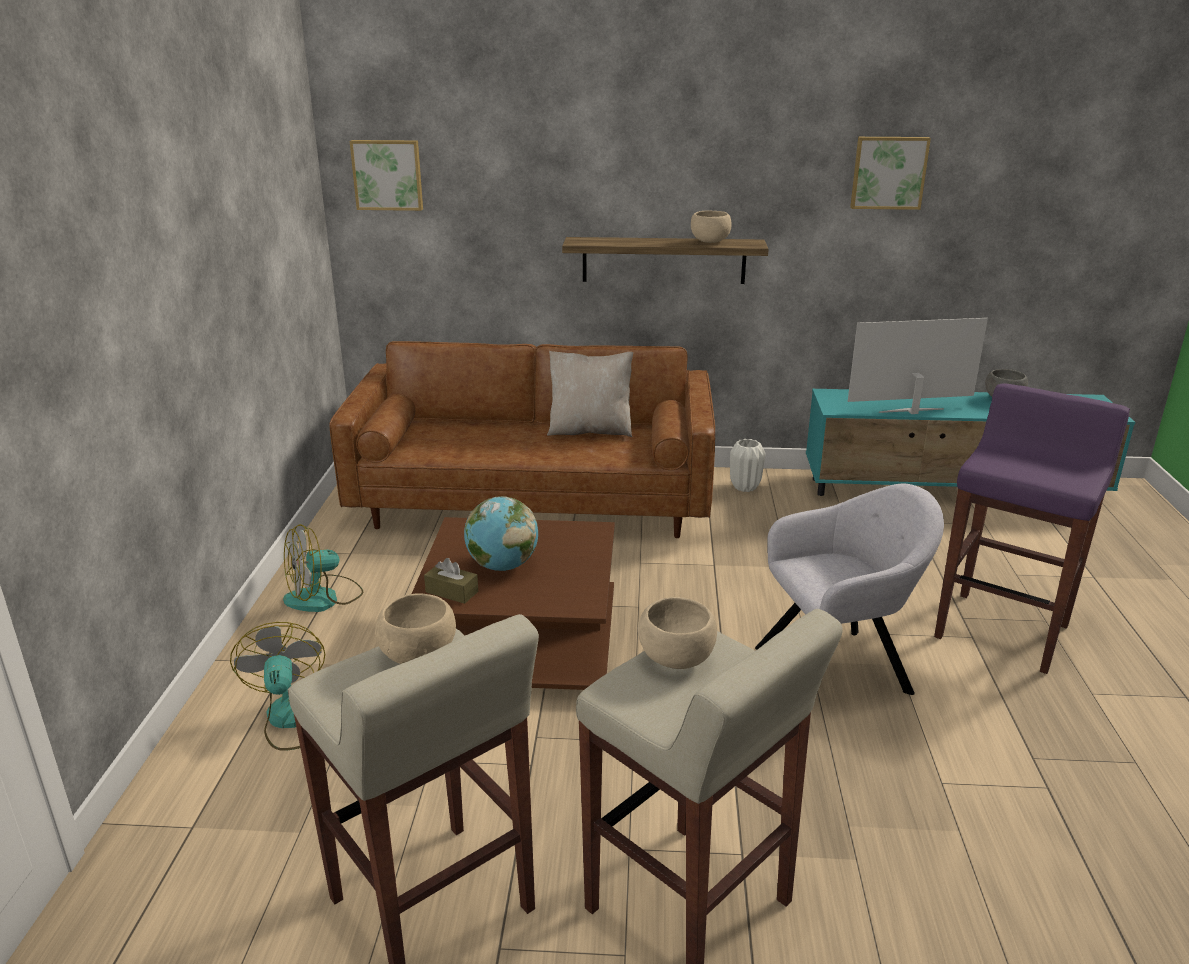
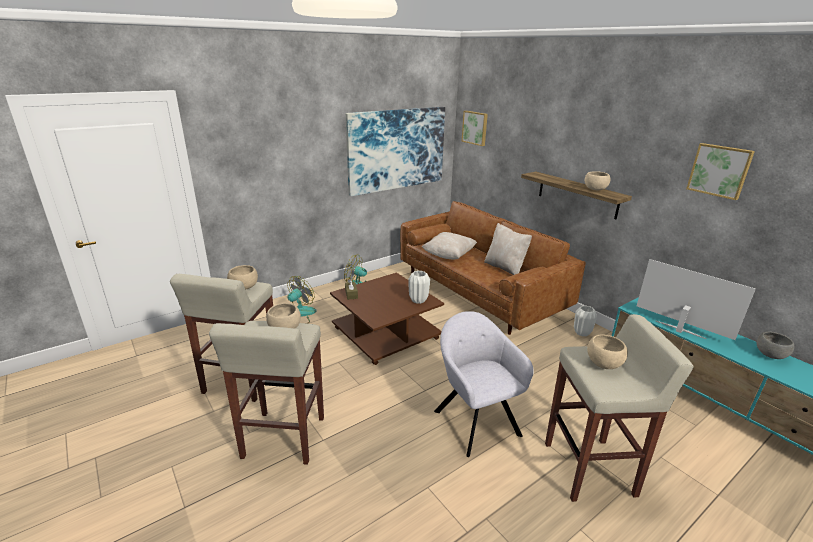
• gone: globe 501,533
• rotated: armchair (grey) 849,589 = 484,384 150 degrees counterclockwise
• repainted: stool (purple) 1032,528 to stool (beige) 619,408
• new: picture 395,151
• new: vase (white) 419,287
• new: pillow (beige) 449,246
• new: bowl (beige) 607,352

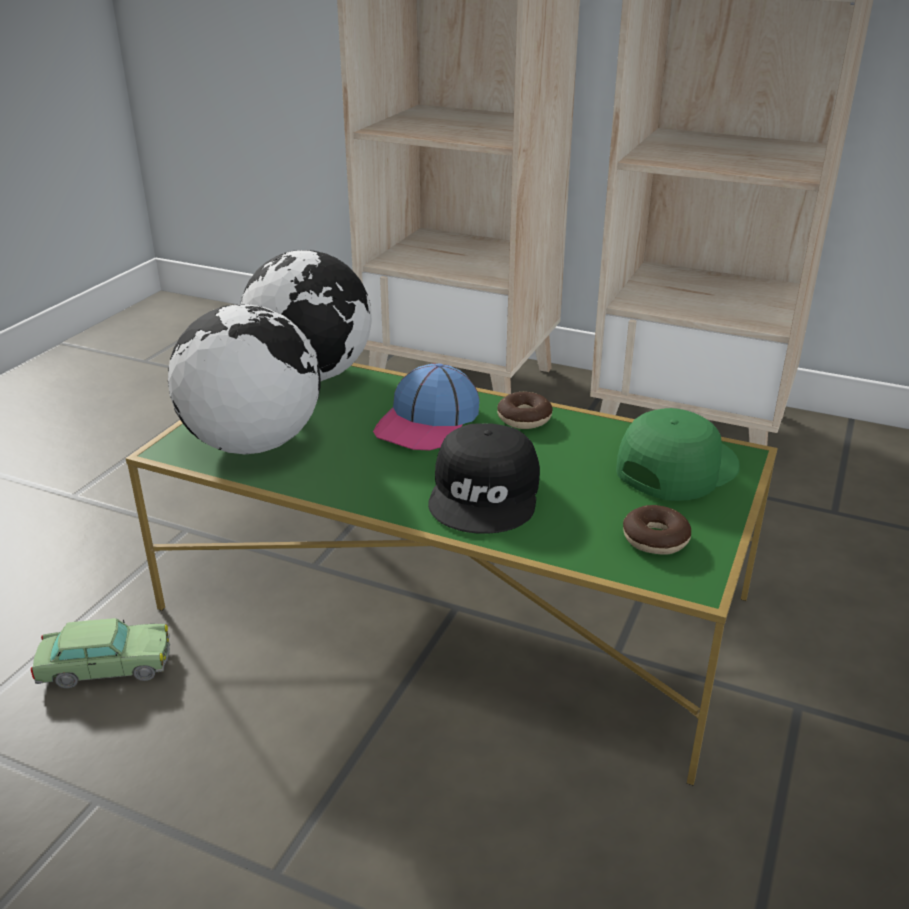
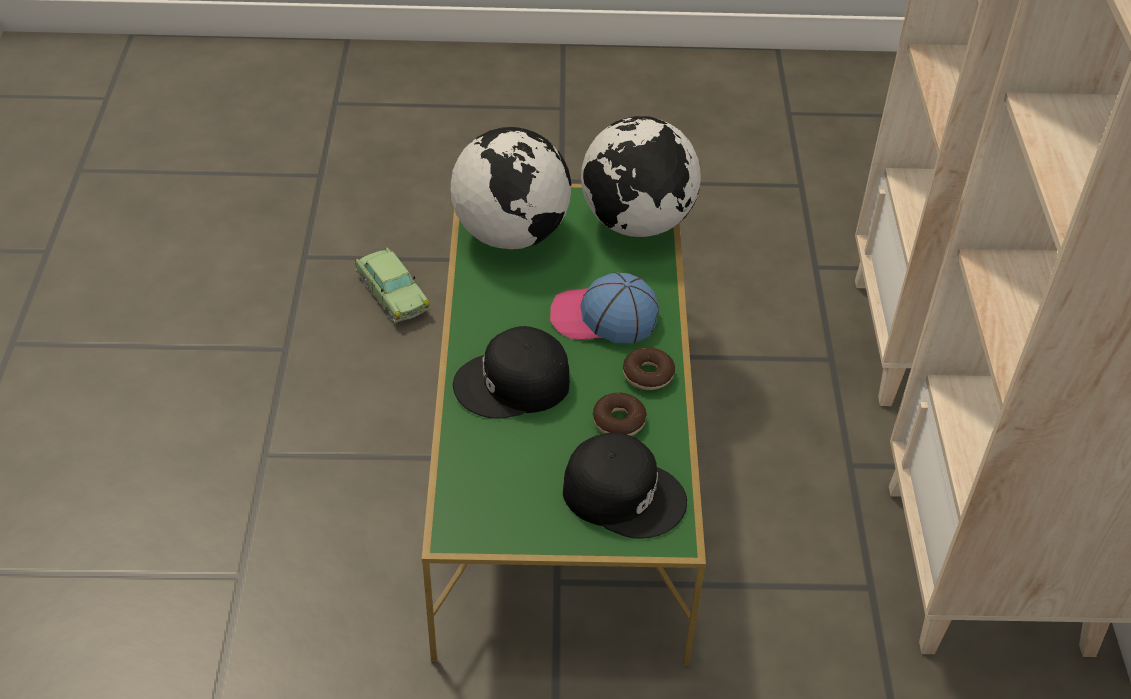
• repainted: cap (green) 678,454 to cap (black) 625,485
• shifted: donut 657,530 to 620,414

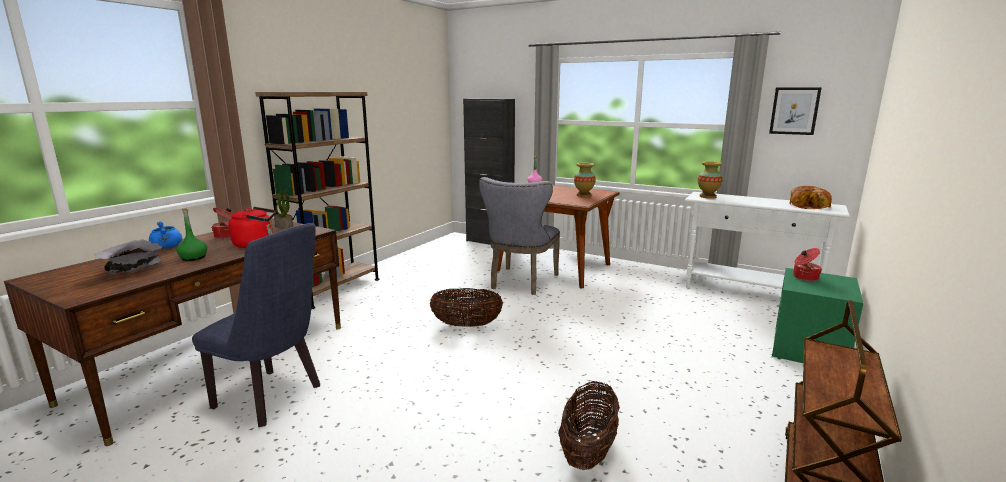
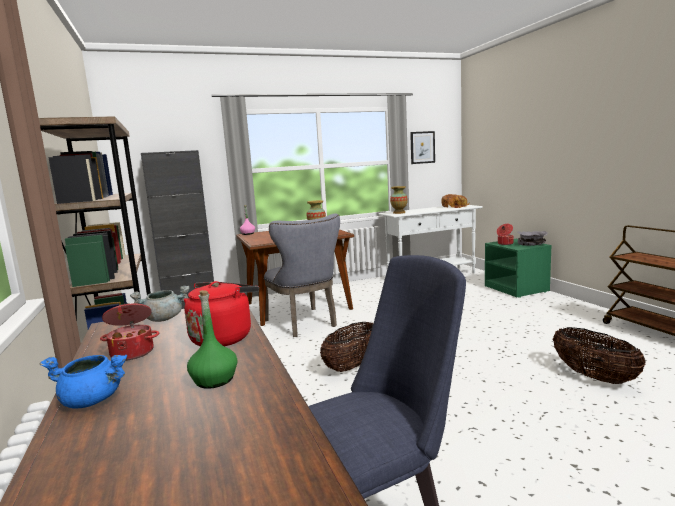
• shifted: bowl (grey) 128,256 to 532,238
• swapped: potted plant 283,207 to cooking pot (grey) 159,304

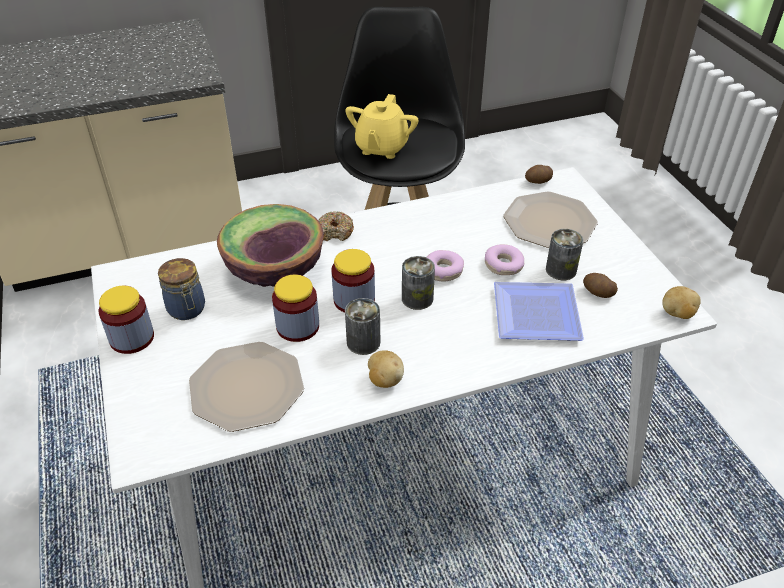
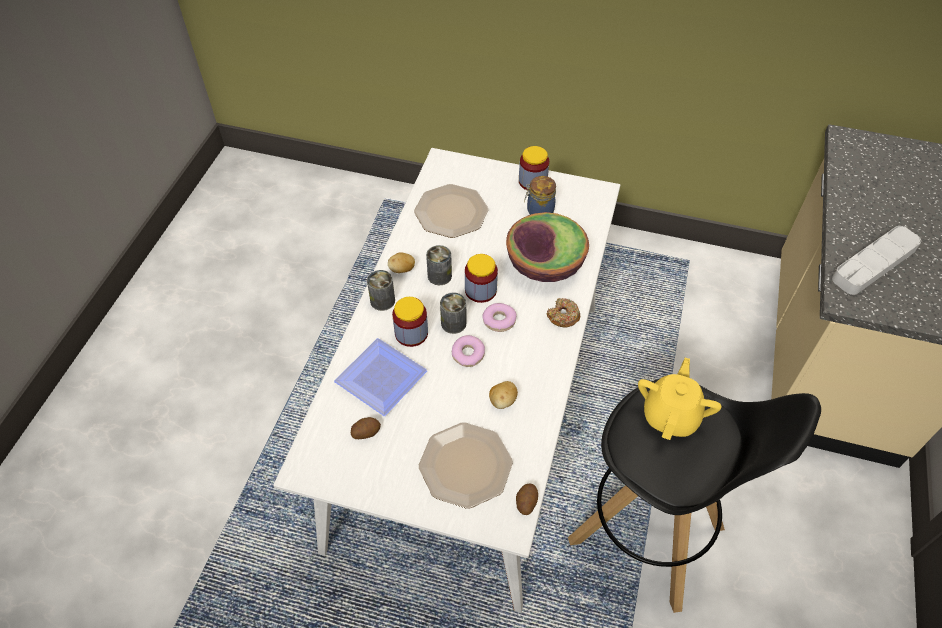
• shifted: jar 295,308 to 410,322
• rotated: teapot (yellow) 382,126 = 679,399 60 degrees clockwise
• shifted: donut 504,259 to 499,317
• shifted: can 565,254 to 381,290
• shifted: potato 681,302 to 503,395
• new: tray (grey) 876,260

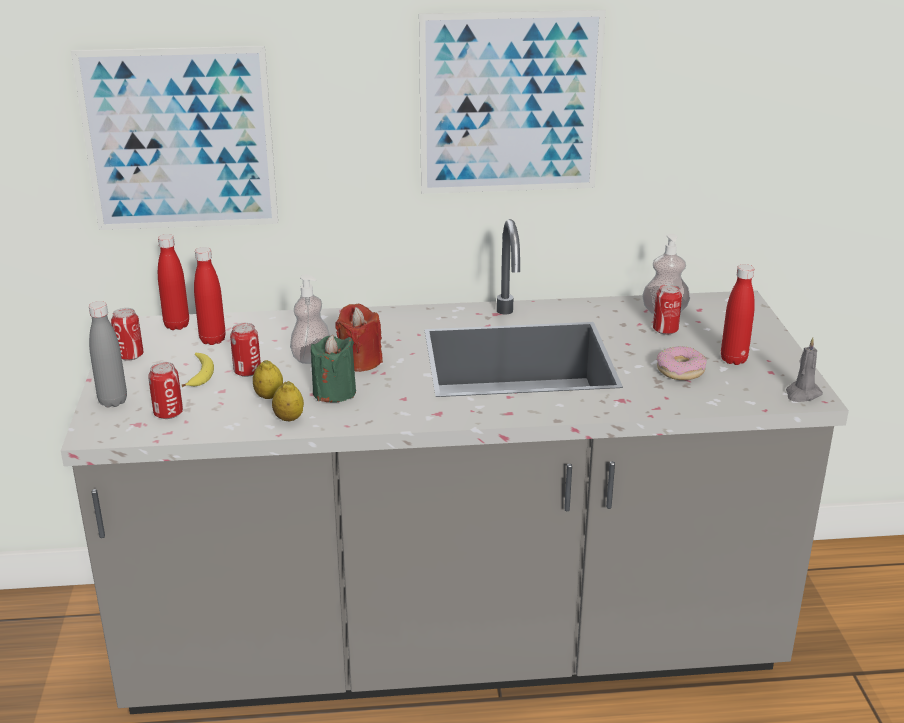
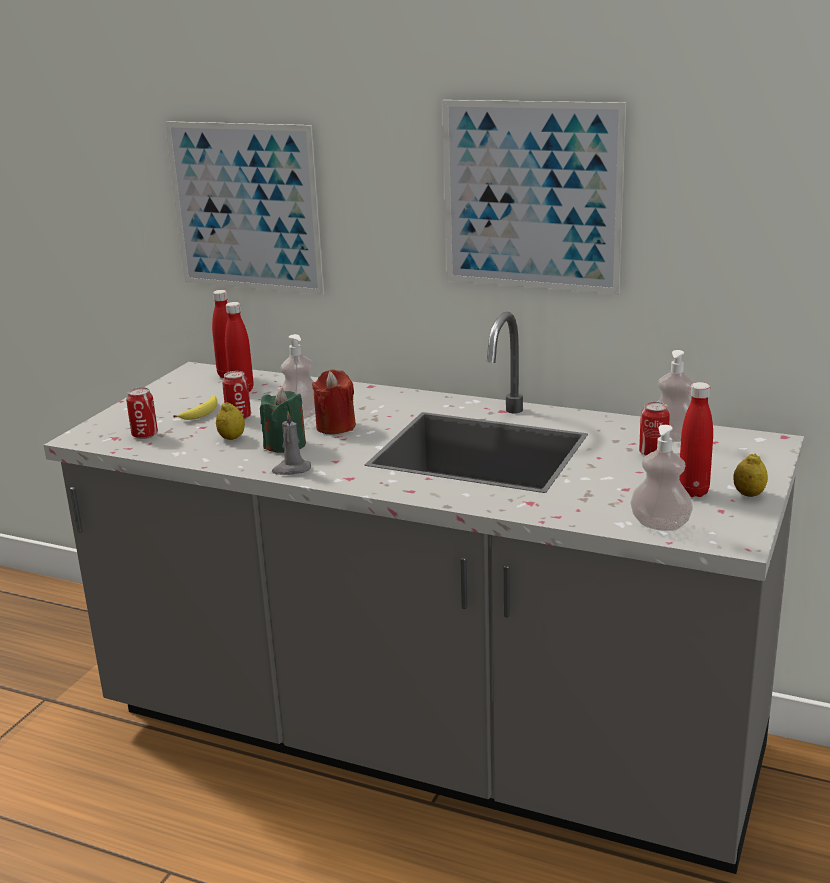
• gone: bottle (grey) 108,354
• gone: can 127,334
• shifted: lemon 288,401 to 750,475
• gone: donut 682,363
• shifted: candle (grey) 804,369 to 291,443
• new: soap dispenser 661,478

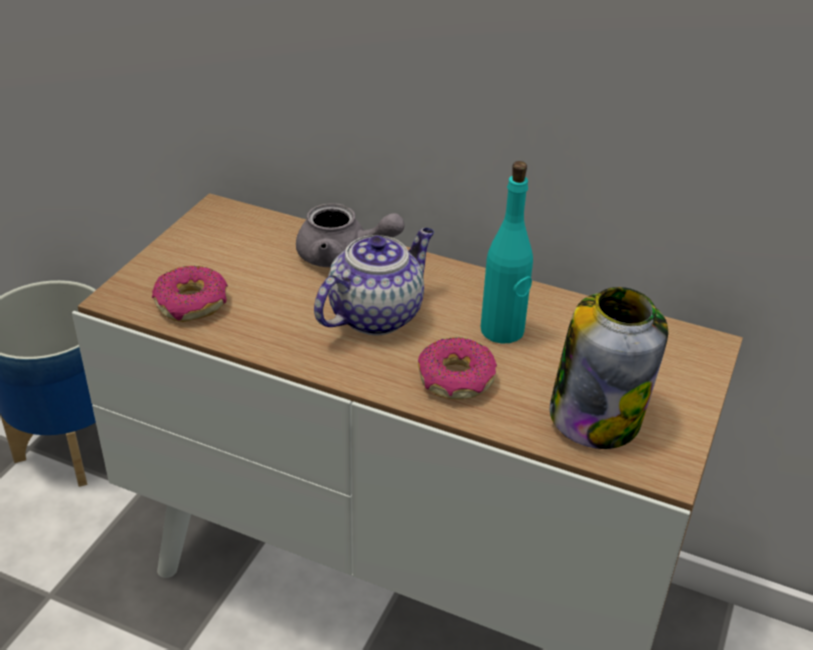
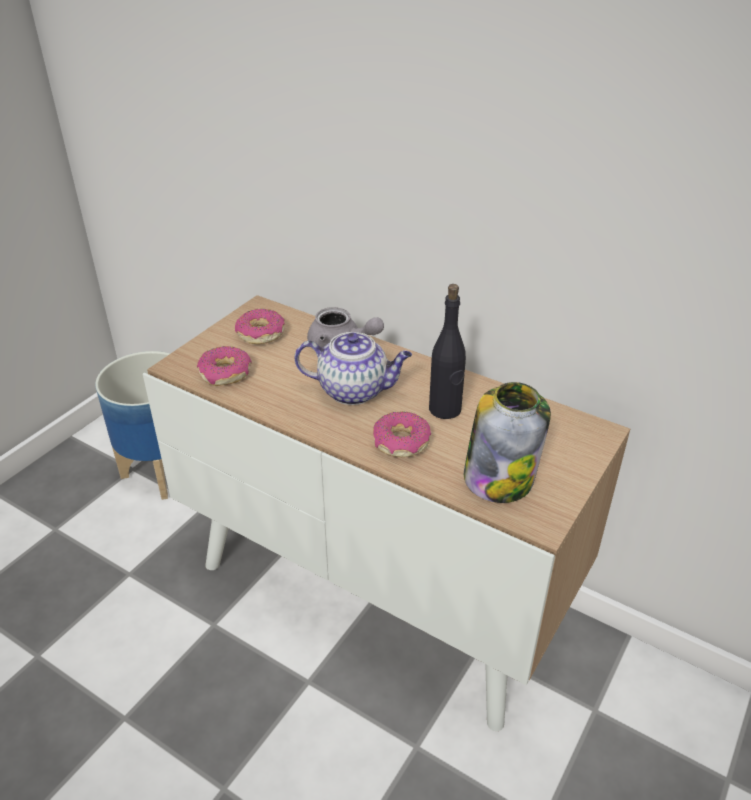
• rotated: teapot 374,282 = 353,368 45 degrees clockwise
• repainted: bottle (turquoise) 507,252 to bottle (black) 447,351
• new: donut 260,326

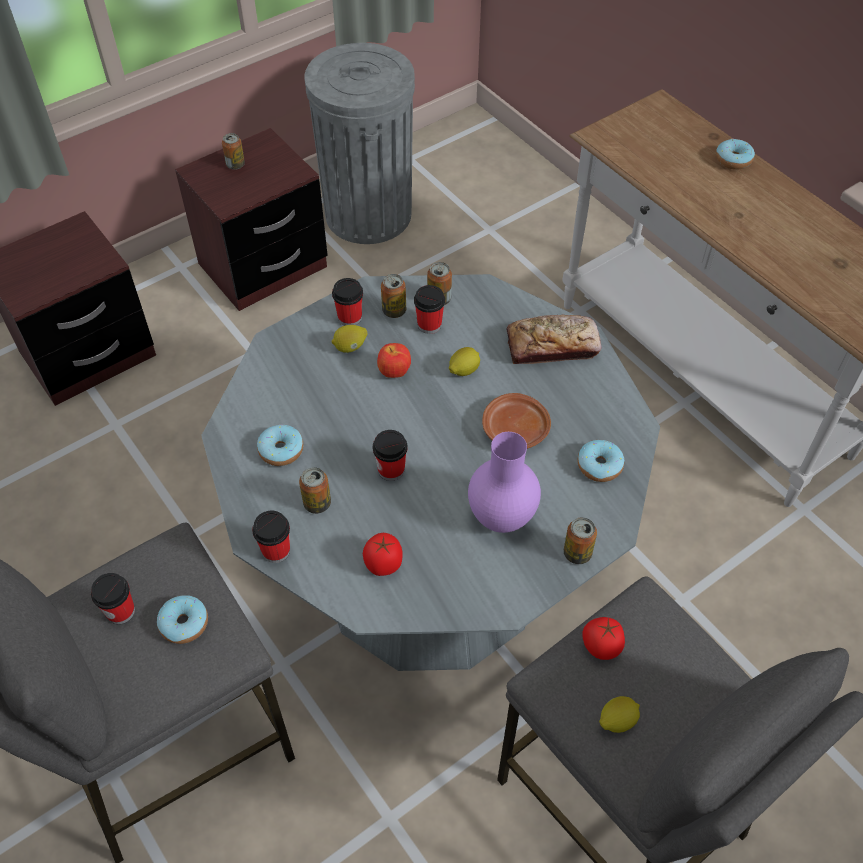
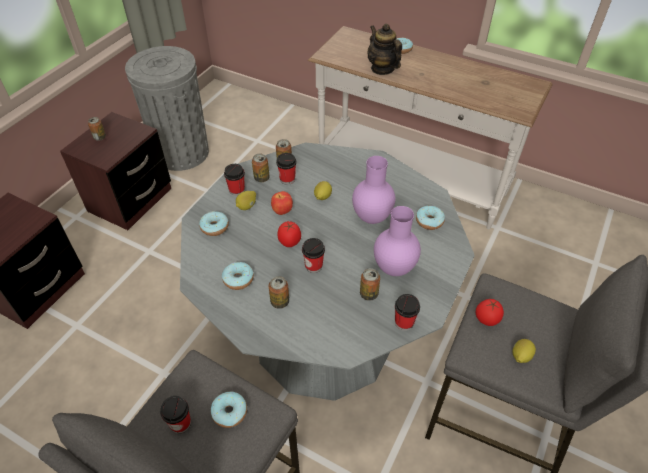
• shifted: cup 271,537 to 407,312
• shifted: tomato 382,554 to 289,234
• swapped: plate (brown) 516,421 to vase (purple) 373,190
• gone: bread 554,339
• shifted: can 580,540 to 370,284
• new: donut 214,223
• new: teapot 384,49

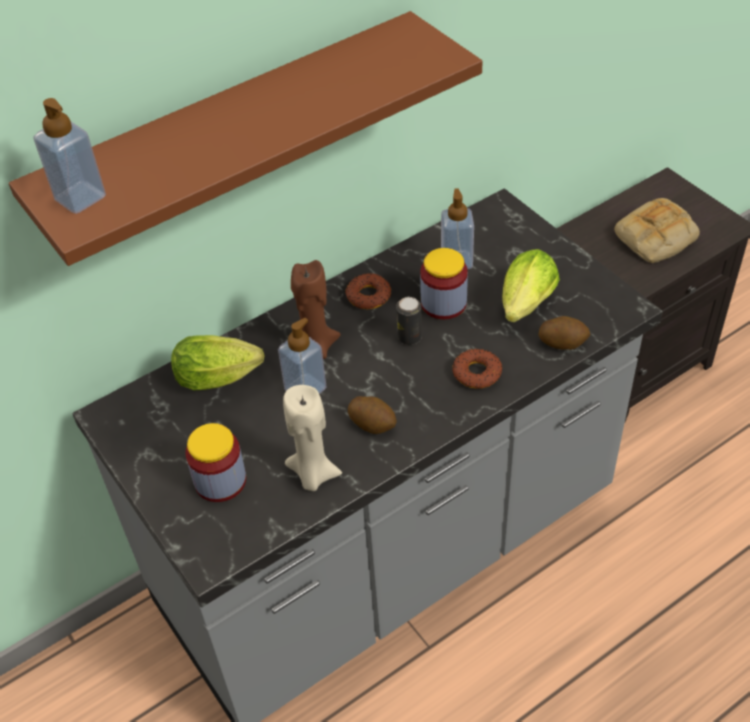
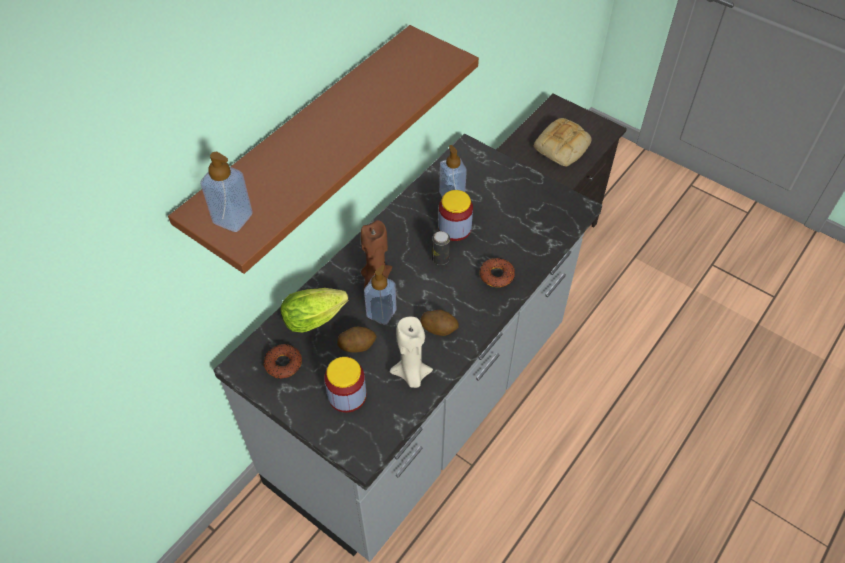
• shifted: donut 368,291 to 282,361
• gone: lettuce 531,286
• shifted: potato 564,333 to 357,340

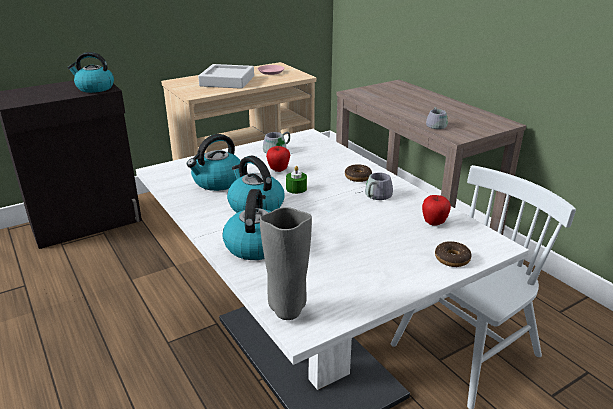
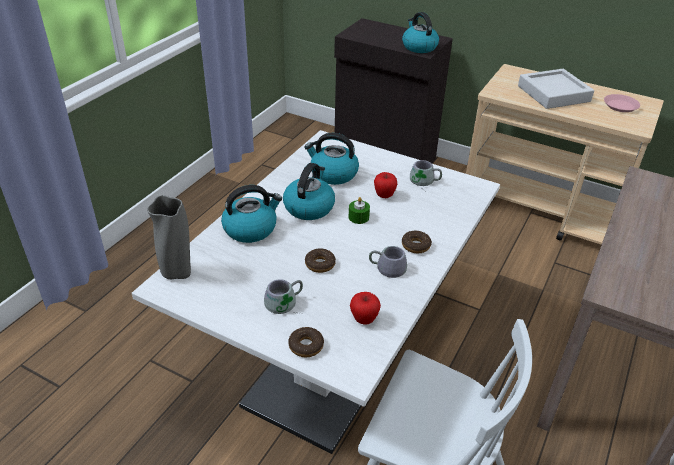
• shifted: mug (grey) 438,118 to 283,296
• new: donut 320,260

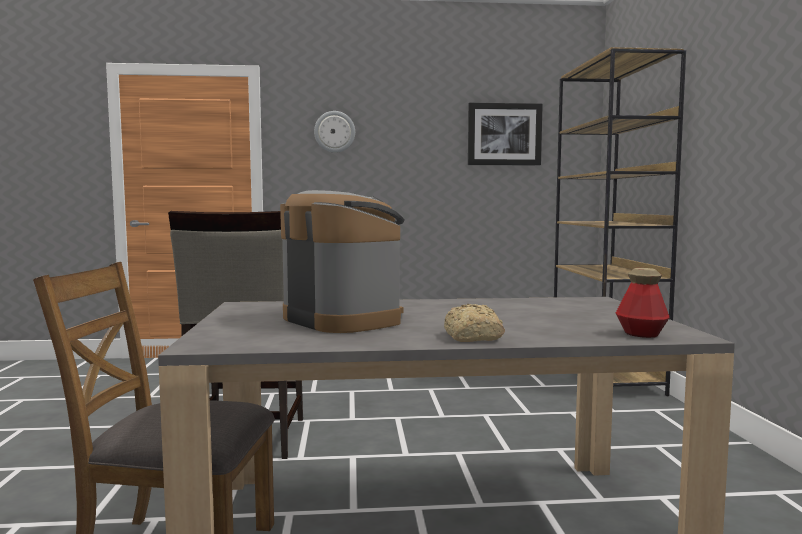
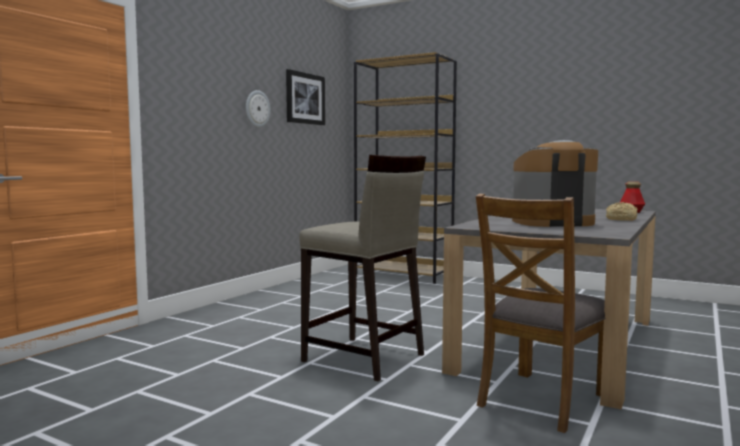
• shifted: wall clock 334,132 to 258,109

